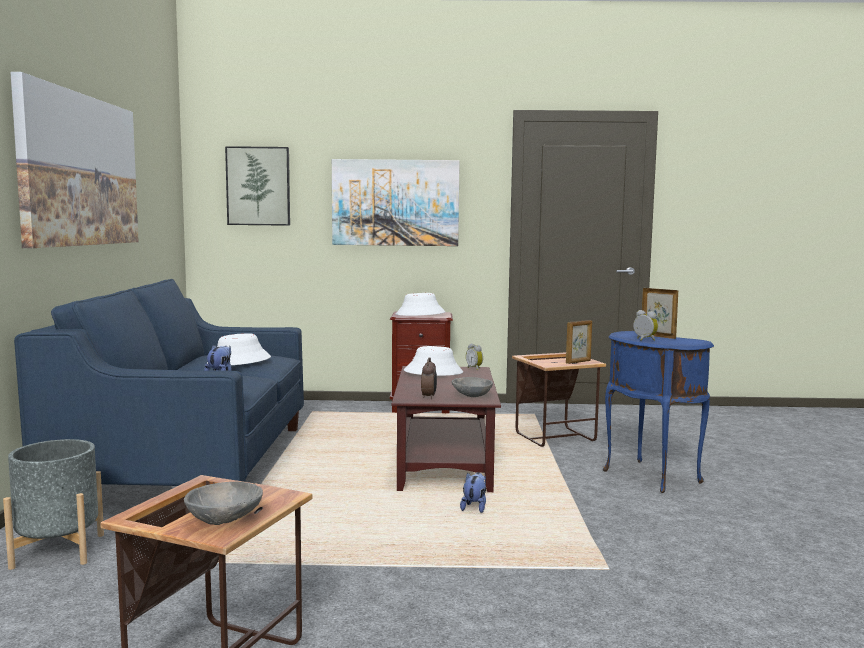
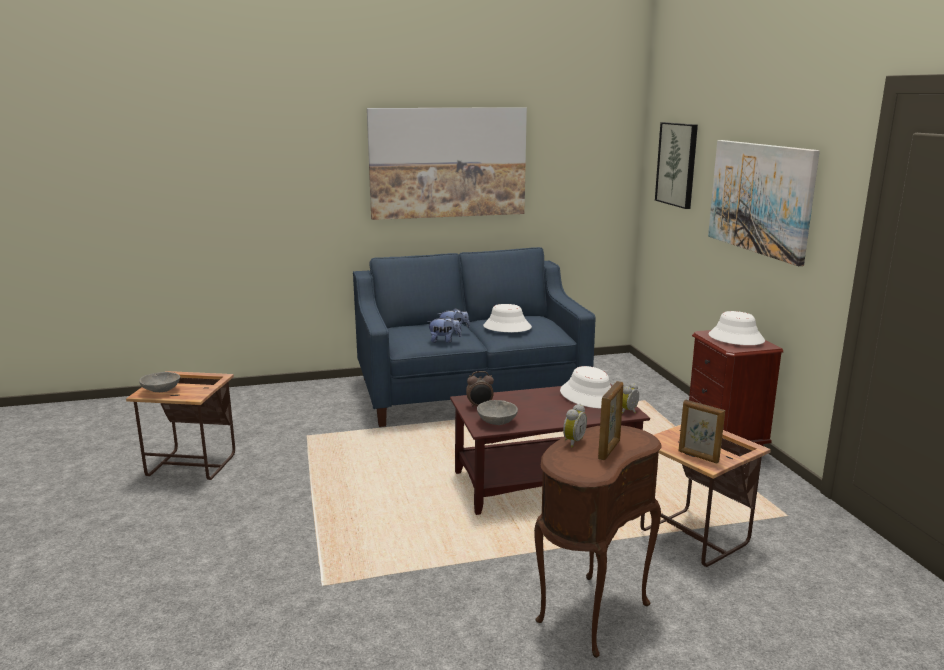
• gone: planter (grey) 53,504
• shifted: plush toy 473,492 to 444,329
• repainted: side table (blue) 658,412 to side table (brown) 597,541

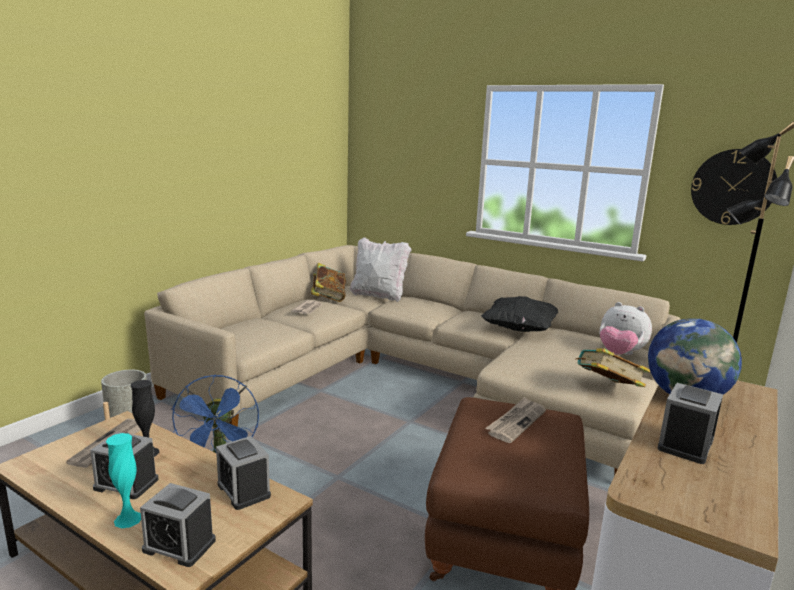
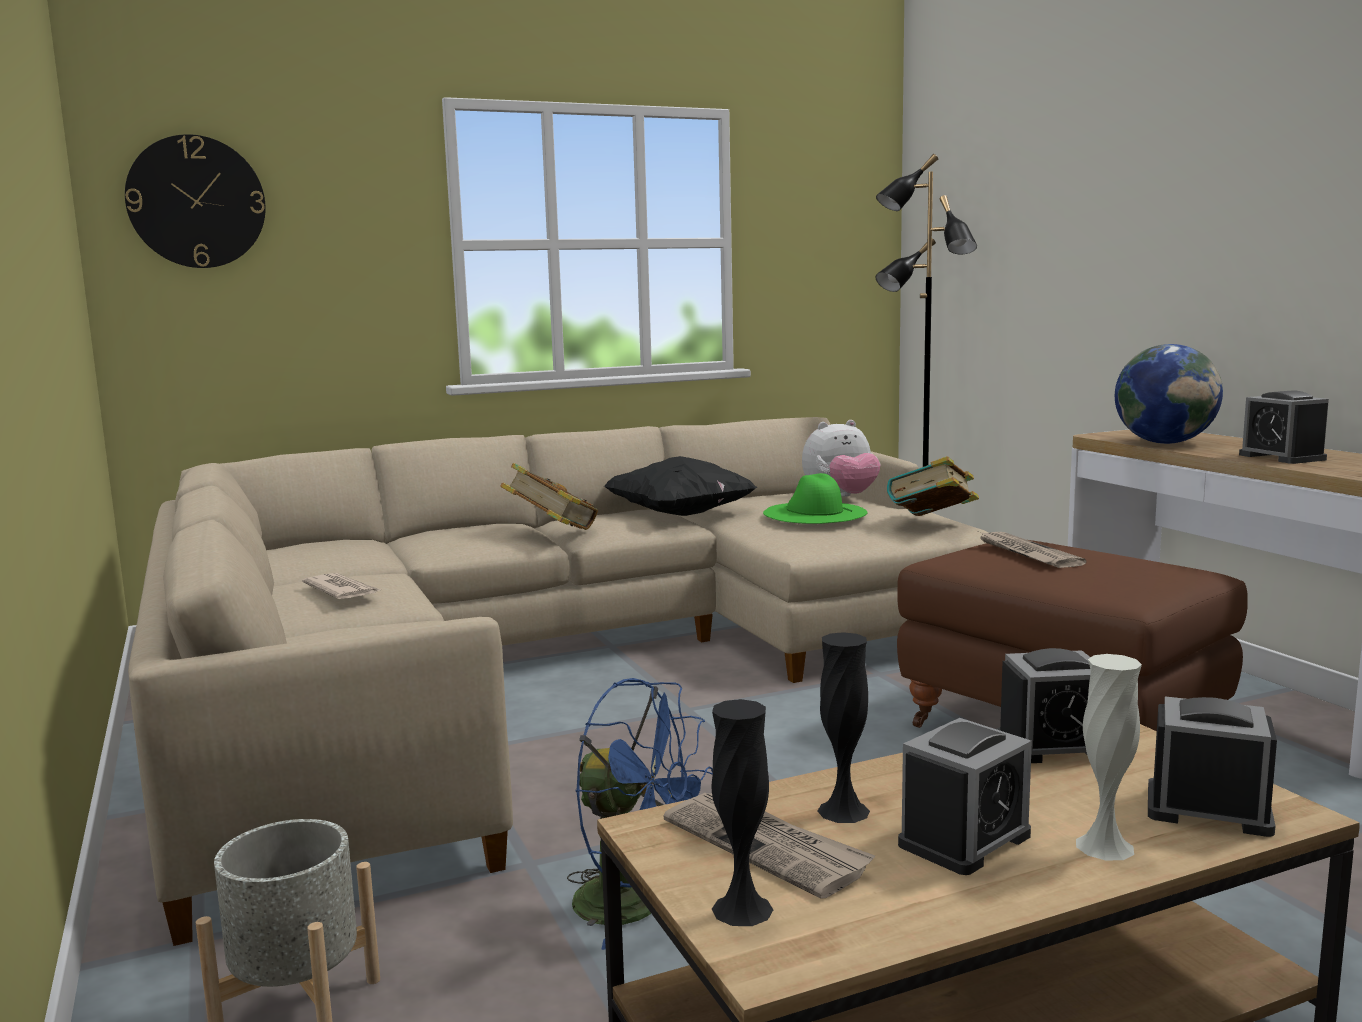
• repainted: vase (turquoise) 123,481 to vase (white) 1109,757
• rotated: alarm clock 178,525 = 1212,766 120 degrees counterclockwise
• shifted: book 328,282 to 549,496
• gone: pillow (white) 380,269
• shifted: wall clock 734,187 to 195,201
• new: vase (black) 742,812
• new: hat (green) 815,498

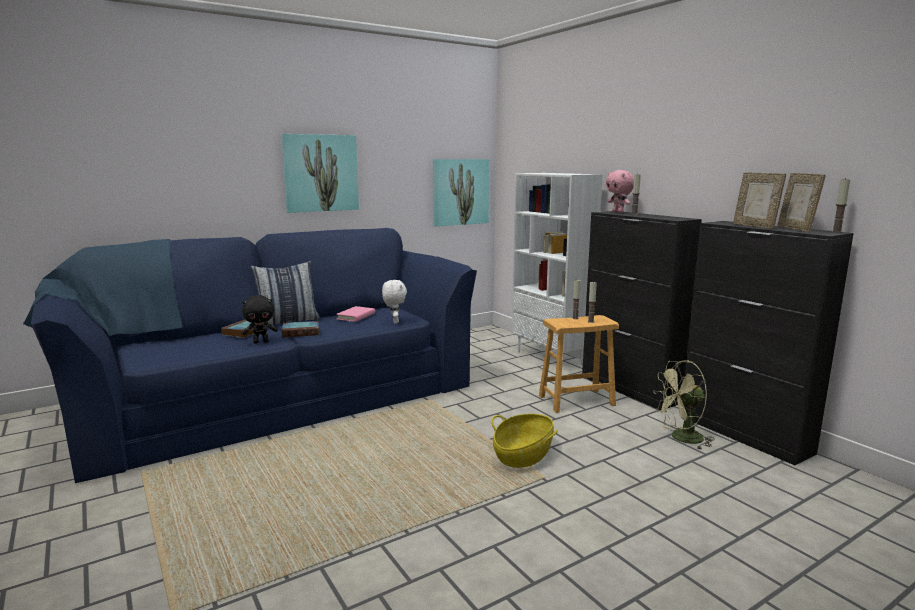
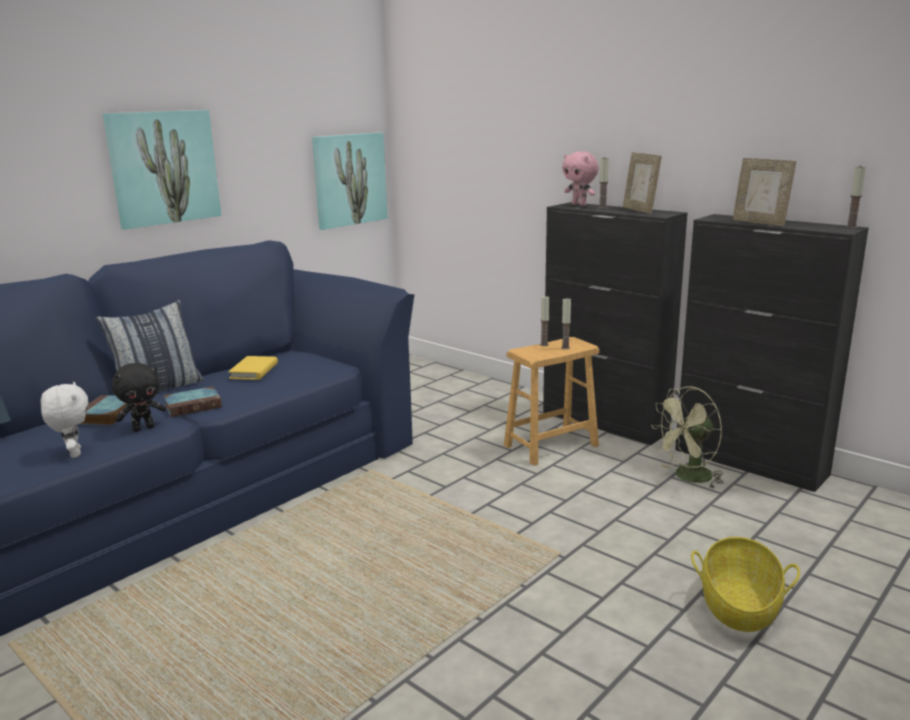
• repainted: book (pink) 355,314 to book (yellow) 253,368
• shifted: plush toy (white) 394,302 to 64,420
• shifted: basket 524,441 to 745,584
• gone: bookcase (white) 557,269
• shifted: picture frame 801,202 to 642,183

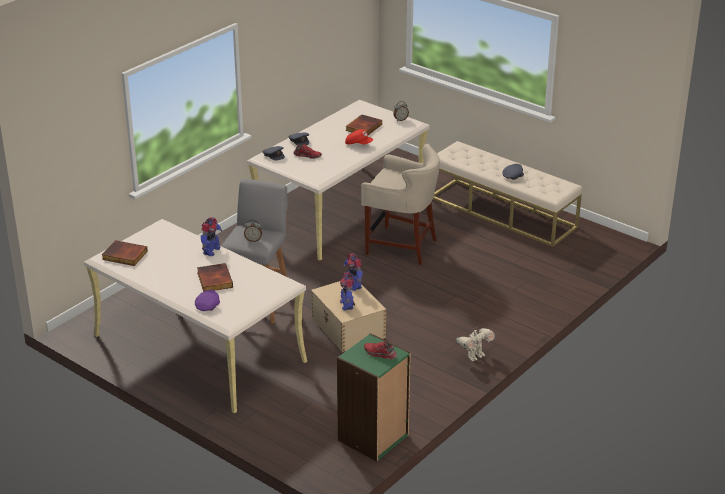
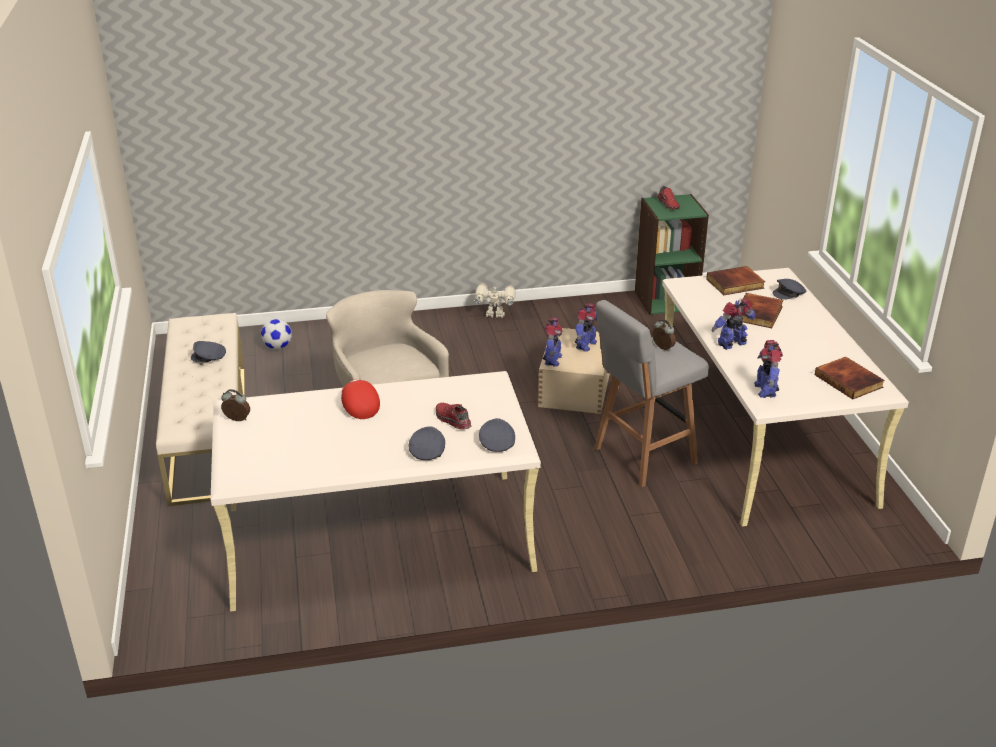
• repainted: cap (purple) 207,300 to cap (grey) 789,289
• shifted: book 364,124 to 735,280
• new: football 276,334
• new: toy robot 768,369

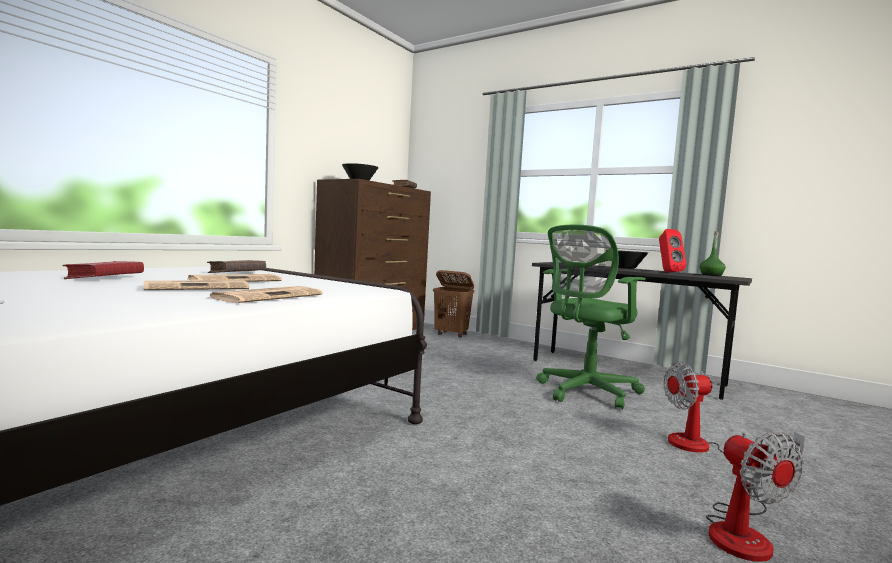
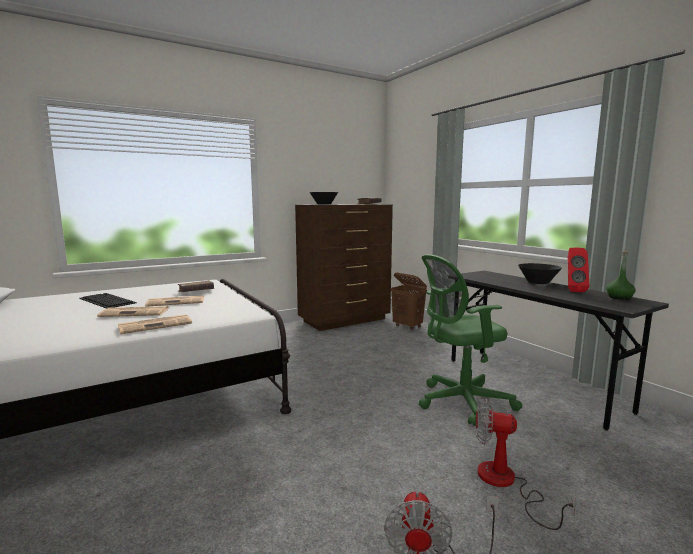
• swapped: book (red) 103,270 to keyboard 108,301

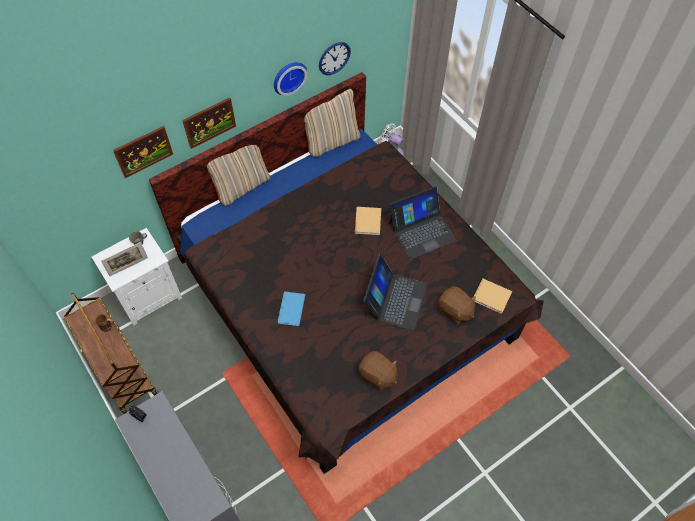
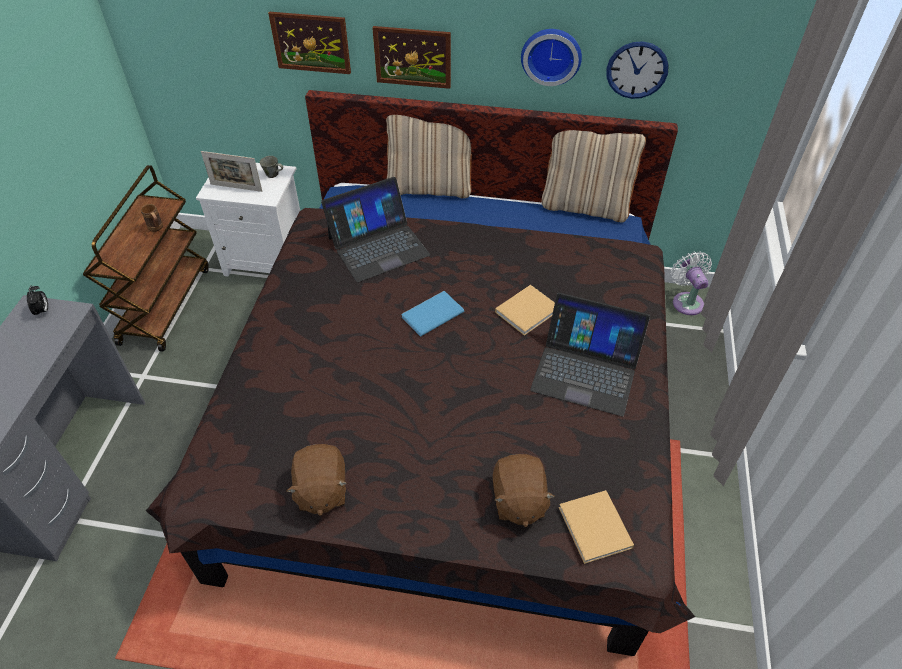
• shifted: book (blue) 291,309 to 433,314
• shifted: laptop 395,292 to 375,229

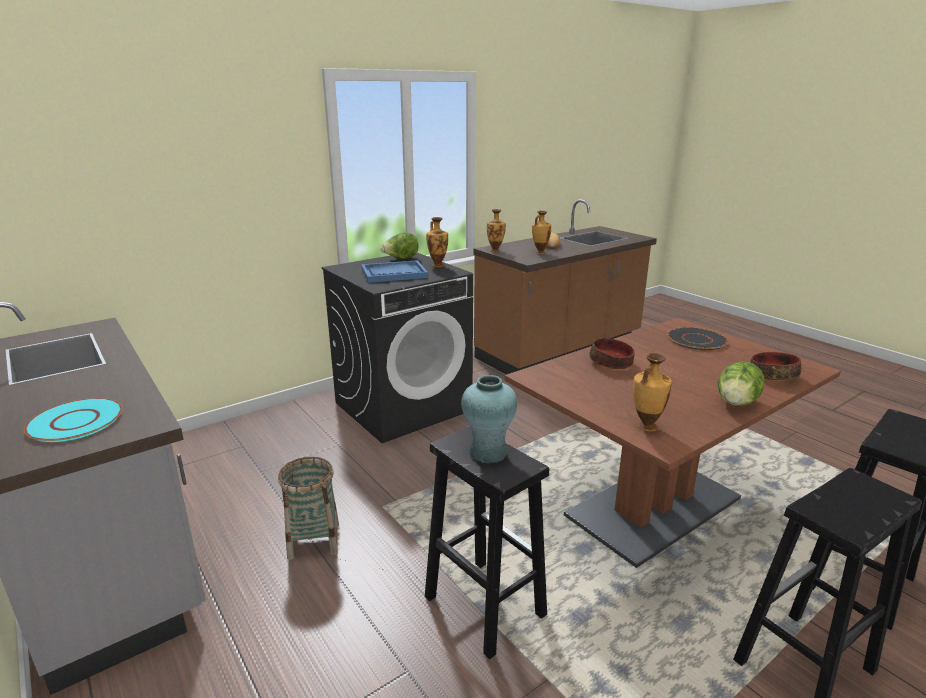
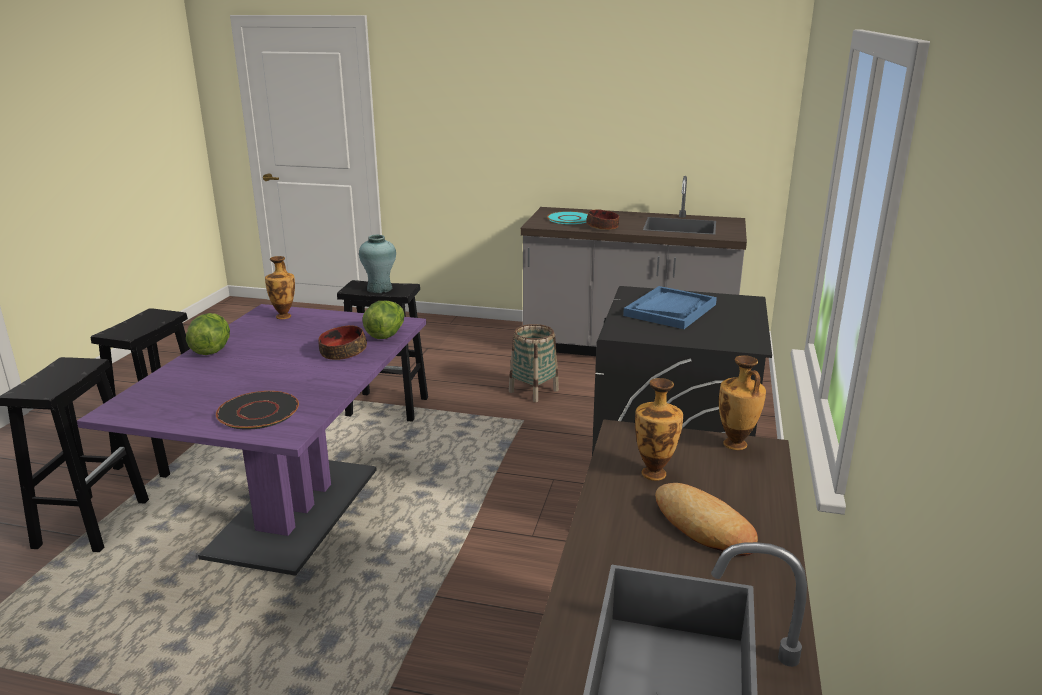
• shifted: lettuce 399,245 to 383,320
• gone: vase 437,242
• repainted: dining table (brown) 673,443 to dining table (purple) 251,440
• shifted: bowl 775,366 to 602,219

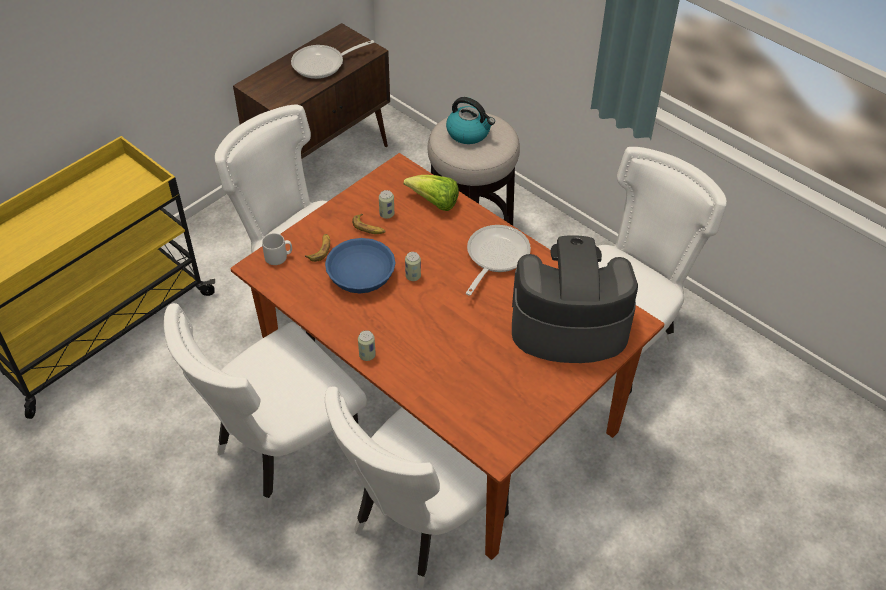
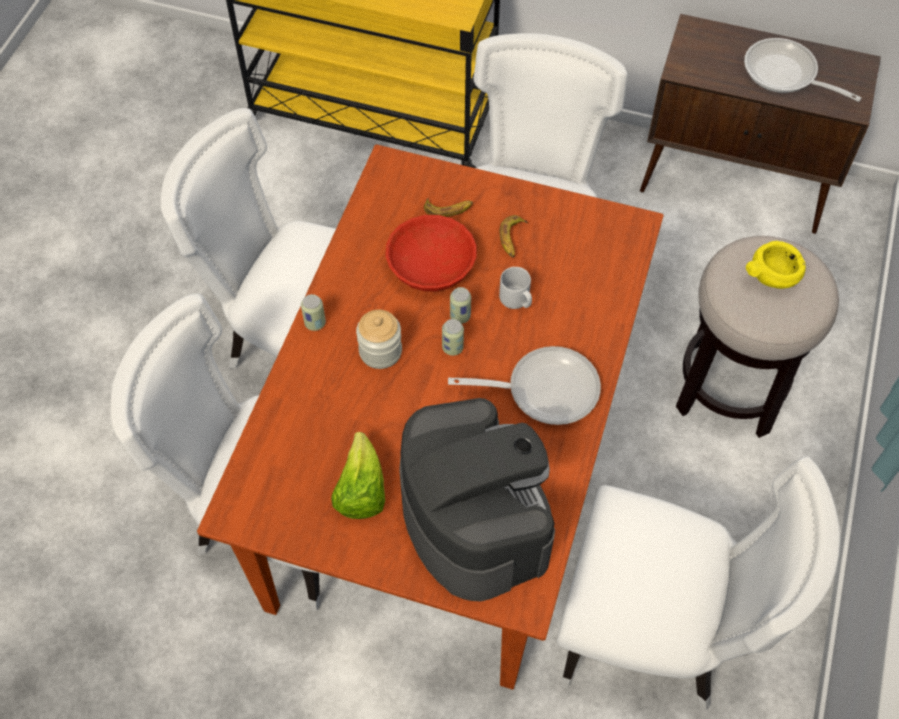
• shifted: mug (grey) 277,249 to 515,288
• repainted: bowl (blue) 360,265 to bowl (red) 431,253
• shifted: can 386,204 to 453,337
• shifted: lettuce 431,193 to 358,475
• swapped: kettle 470,120 to bowl (yellow) 776,265
• new: jar 379,339

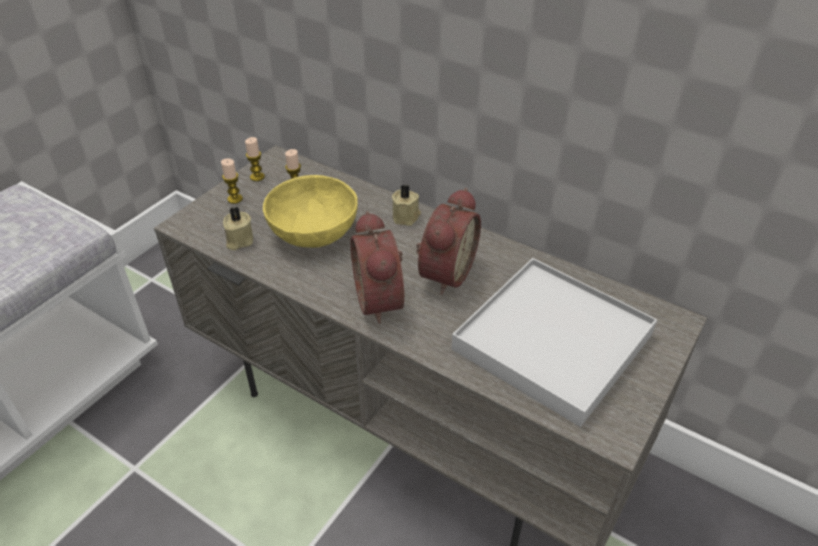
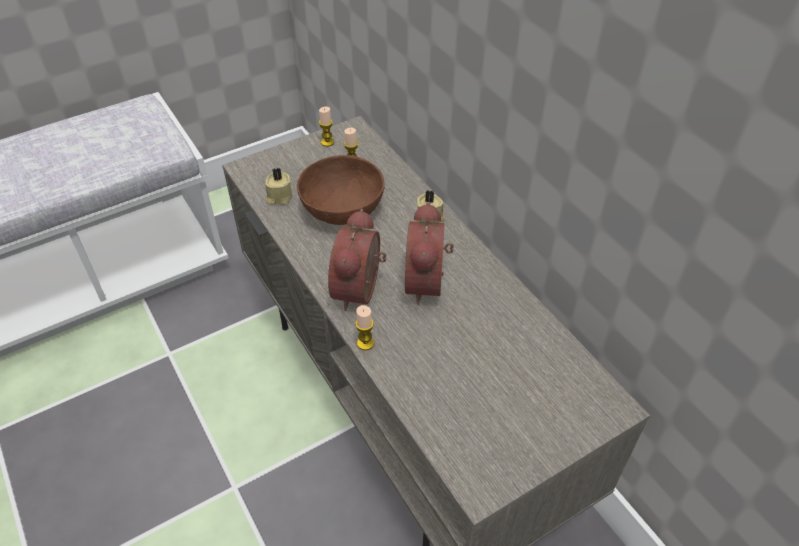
• shifted: candle 232,181 to 364,327
• repainted: bowl (yellow) 310,211 to bowl (brown) 341,190
• rotated: alarm clock 448,241 = 429,253 135 degrees clockwise
• gone: tray (white) 554,342

